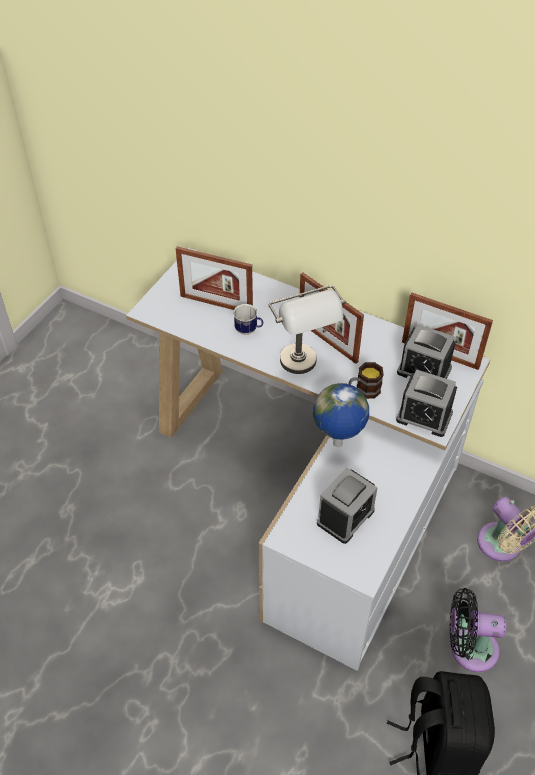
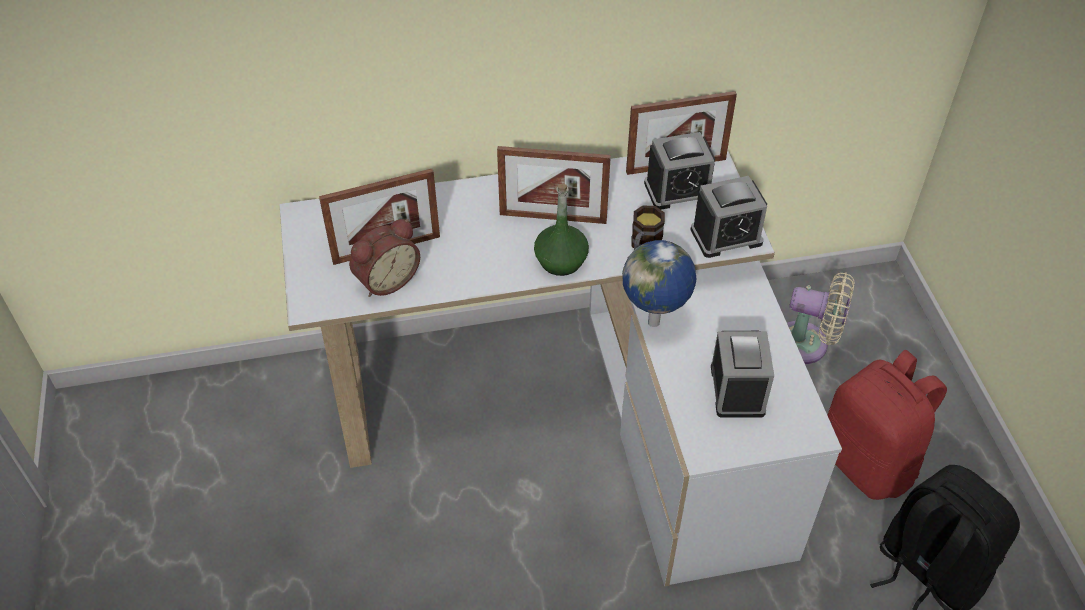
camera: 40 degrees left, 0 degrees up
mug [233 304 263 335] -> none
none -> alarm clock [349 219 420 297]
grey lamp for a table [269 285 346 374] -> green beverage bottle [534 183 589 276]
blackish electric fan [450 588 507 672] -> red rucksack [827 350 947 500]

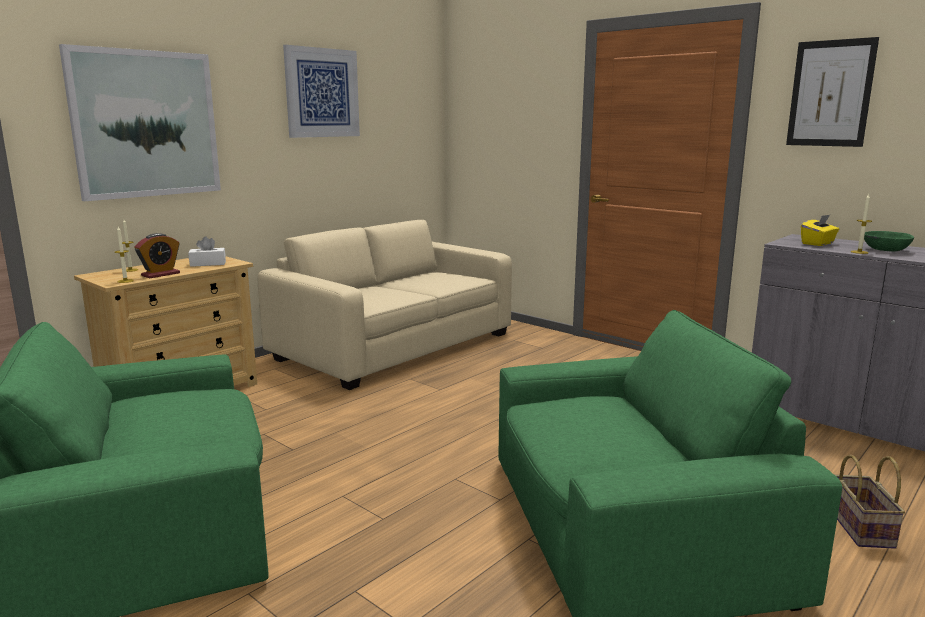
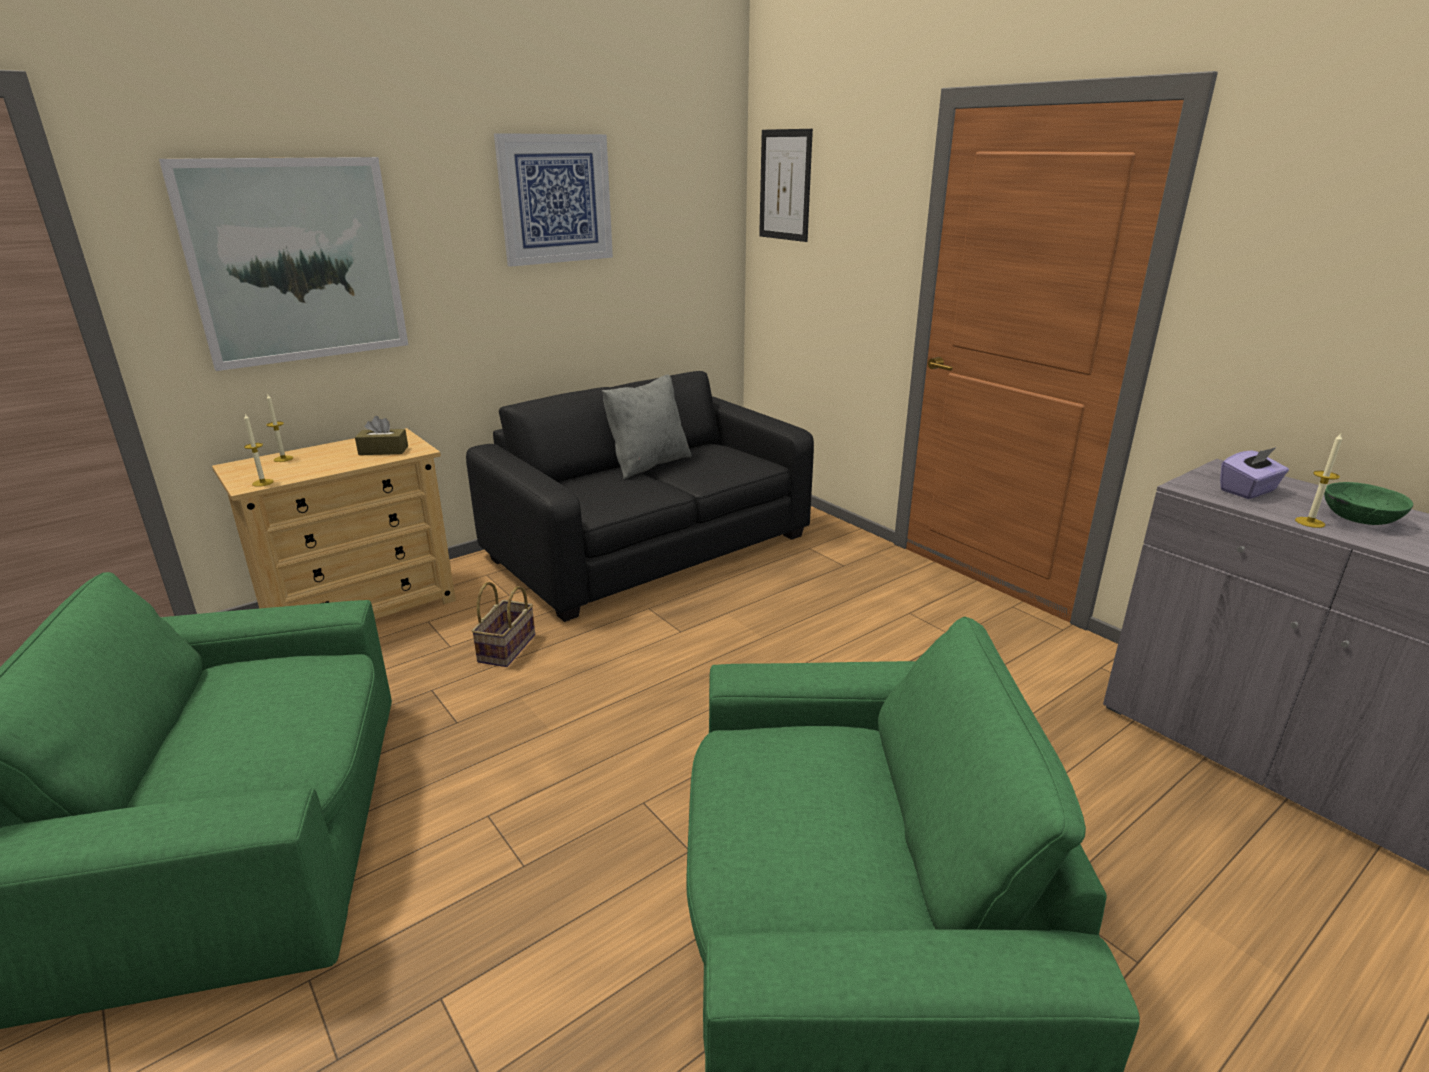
camera: 10 degrees right, 10 degrees up
alarm clock [135 233 180 278] -> none
none -> grey pillow [602 374 691 479]
wall picture [786 37 879 147] -> wall picture [759 129 813 242], relocated
basket [835 455 905 549] -> basket [471 582 535 667], relocated
white-coloured tissue holder [188 236 226 267] -> brown tissue holder [355 416 408 455]
beige-coloured settee [258 220 512 390] -> blackish settee [466 371 814 622]
yellow tissue holder [801 215 839 246] -> purplish tissue holder [1220 447 1289 499]

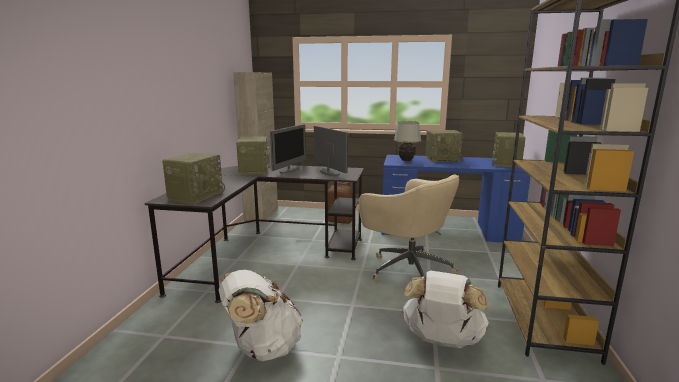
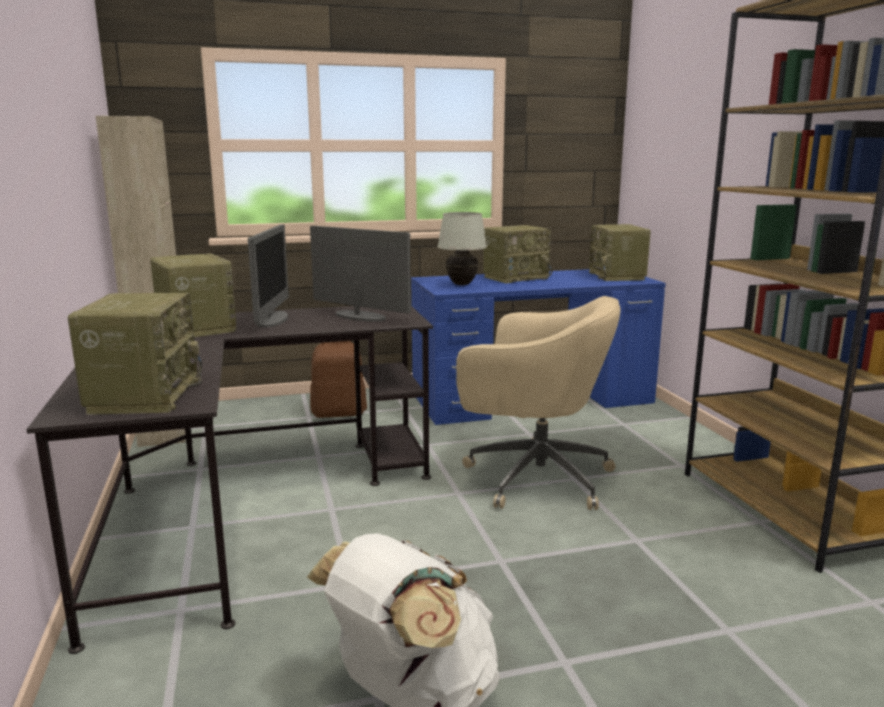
camera: 25 degrees left, 0 degrees up
white-coloured rucksack [402 271 489 348] -> none

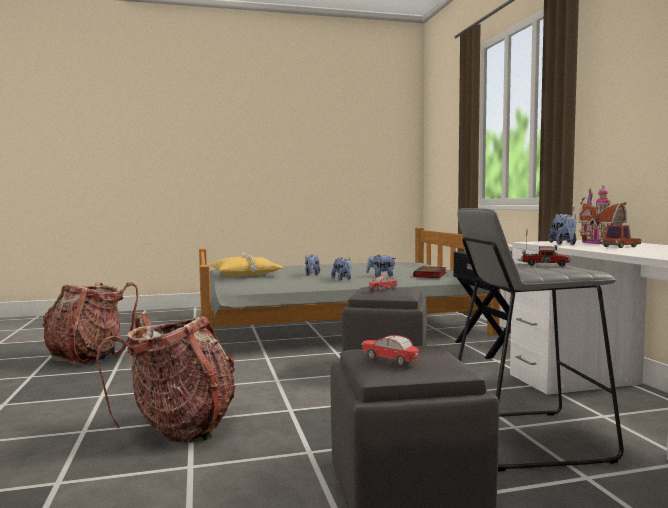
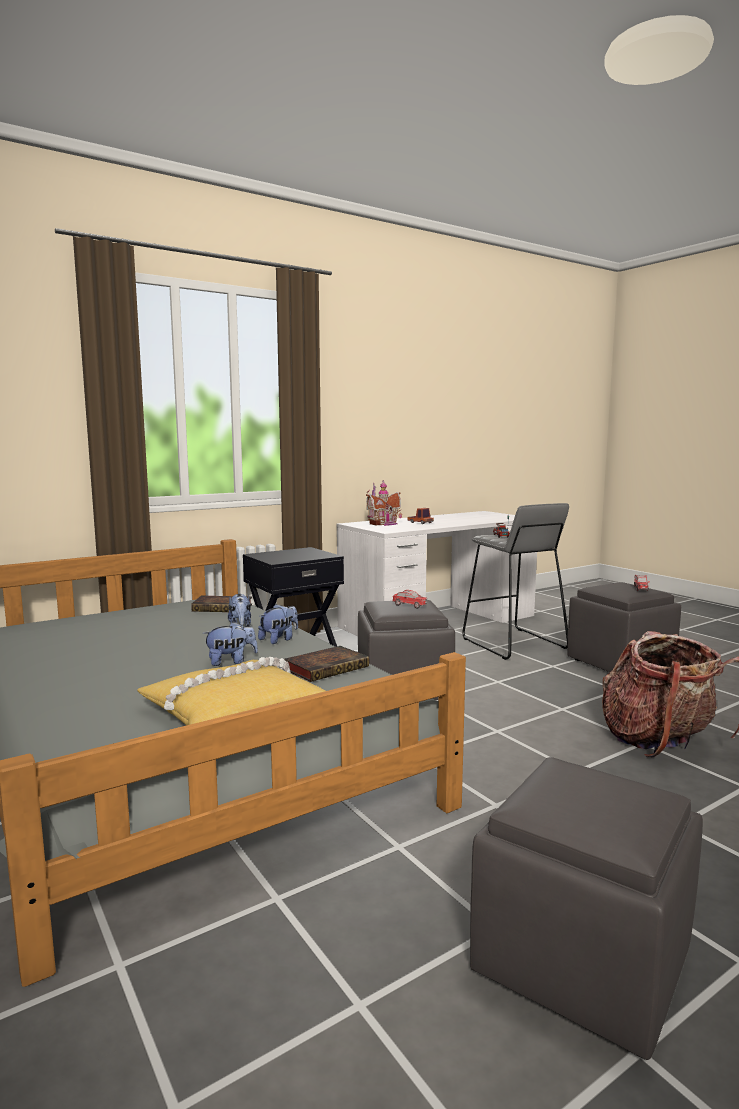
camera: 110 degrees left, 5 degrees up
plush toy [548 213 577 245] -> none
none -> volume [284 646 369 682]
rucksack [42 282 138 365] -> grey pouffe [470 757 703 1060]

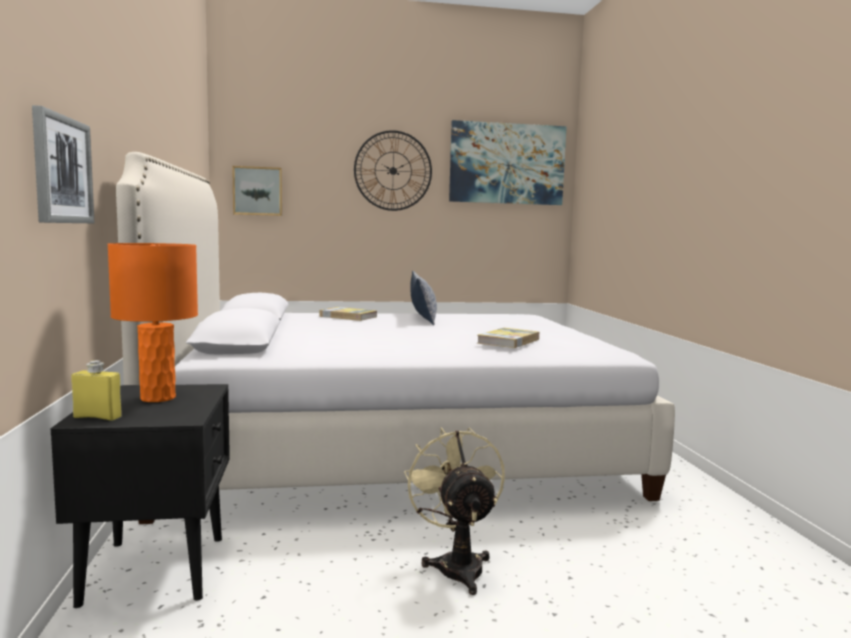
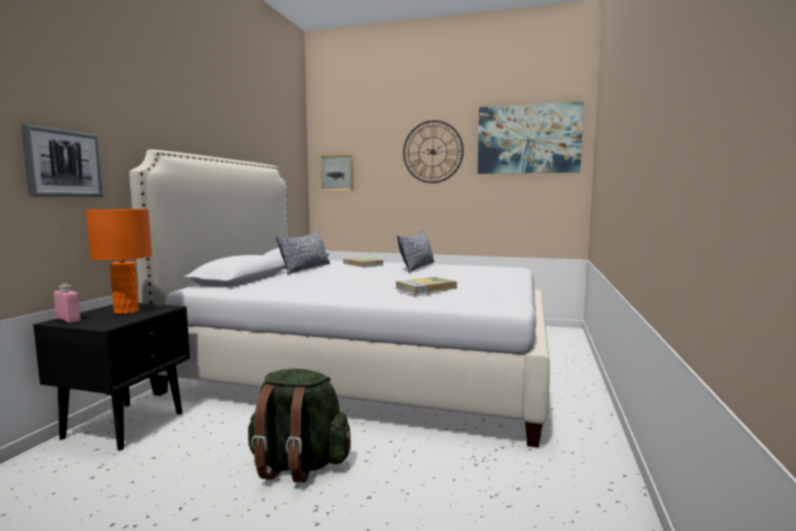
camera: 25 degrees right, 0 degrees up
none -> pillow [276 231 330 275]
beige-coloured electric fan [404 427 505 595] -> green rucksack [248 369 351 483]
yellow beverage bottle [71 360 122 421] -> pinkish beverage bottle [54 284 81 323]

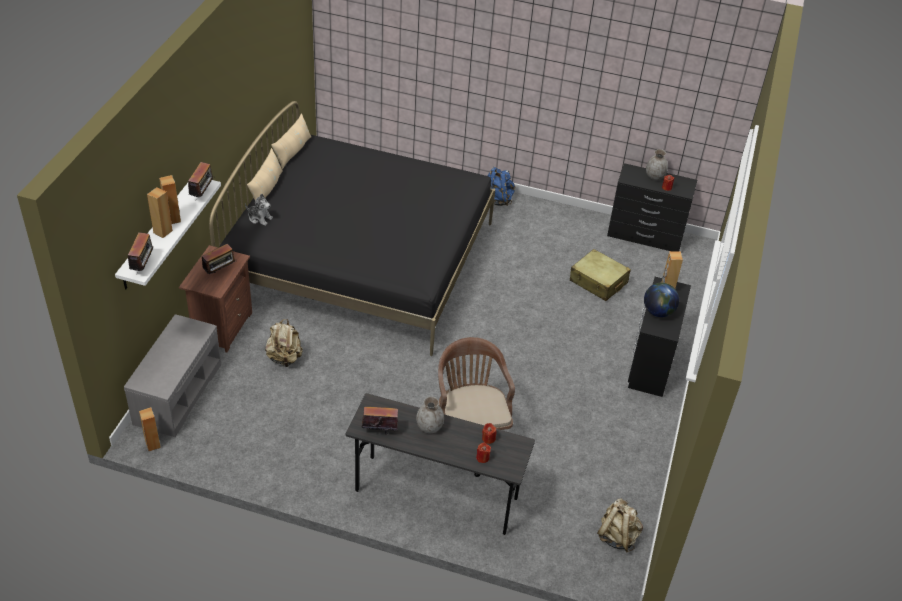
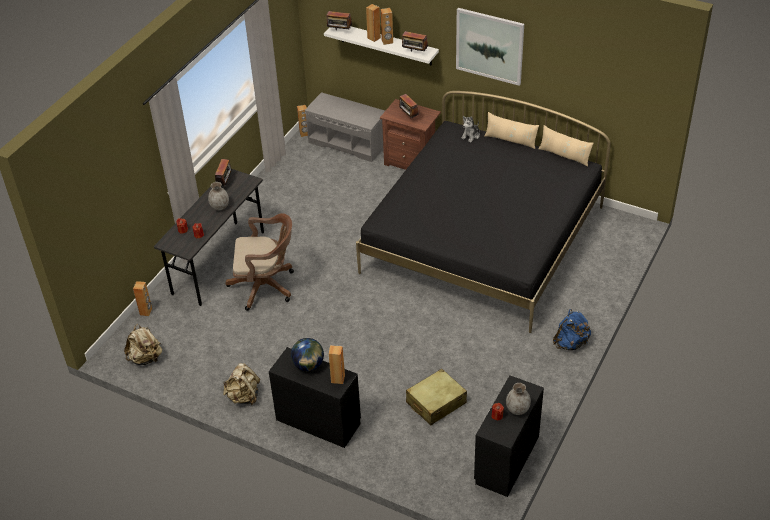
camera: 105 degrees right, 0 degrees up
none -> brown loudspeaker [133 281 152 316]
none -> wall picture [456 8 524 86]
beige-coloured rucksack [265 319 303 368] -> beige-coloured rucksack [223 363 260 405], relocated

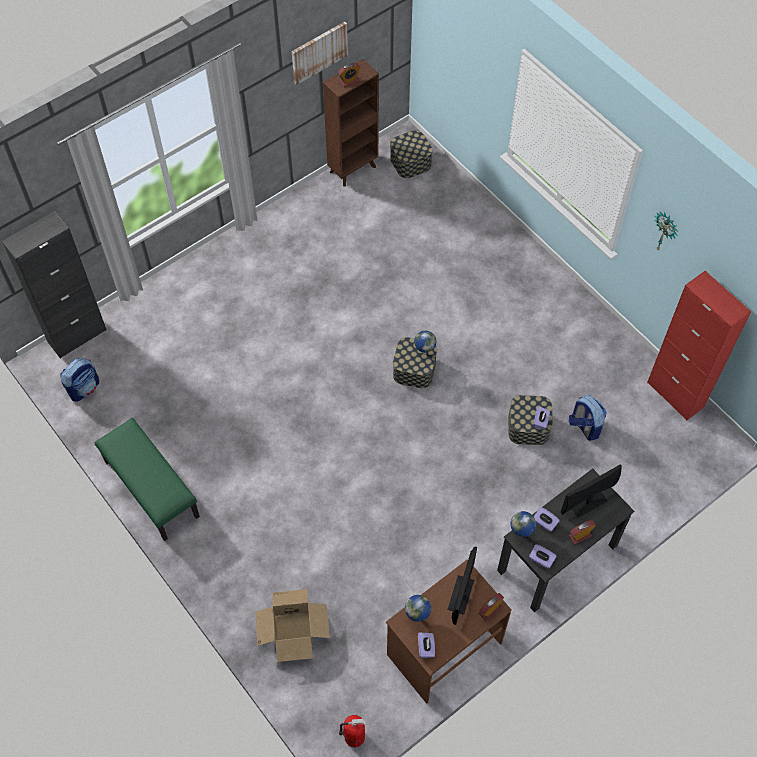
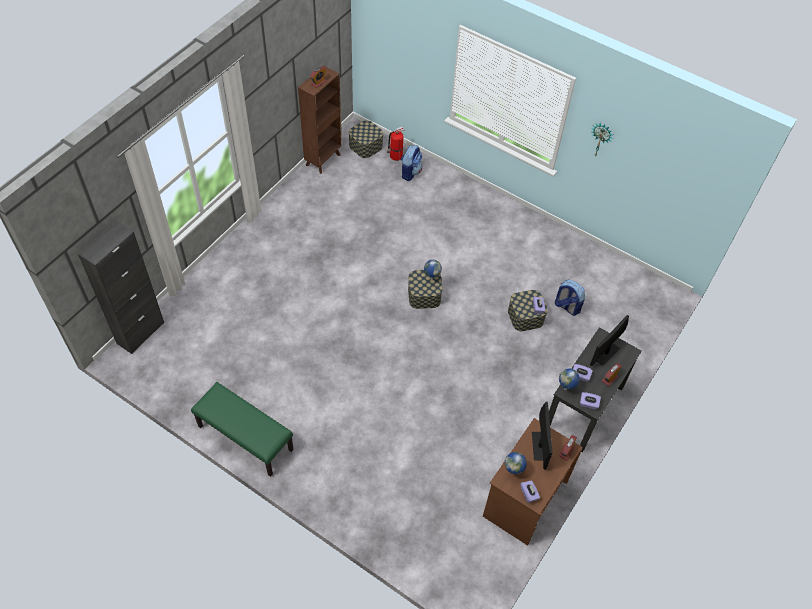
camera: 20 degrees left, 5 degrees down
packing box [255 589 330 662] -> none
wall picture [292 22 348 85] -> none
red cupboard [647 271 751 421] -> none
rucksack [60 358 99 402] -> rucksack [400 145 422 181], relocated
fire-fighting cylinder [339 715 366 747] -> fire-fighting cylinder [387 126 404 161], relocated

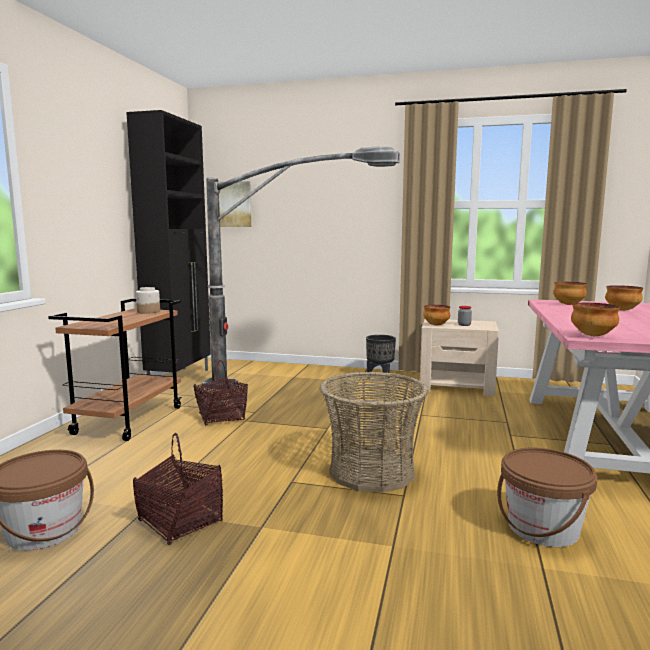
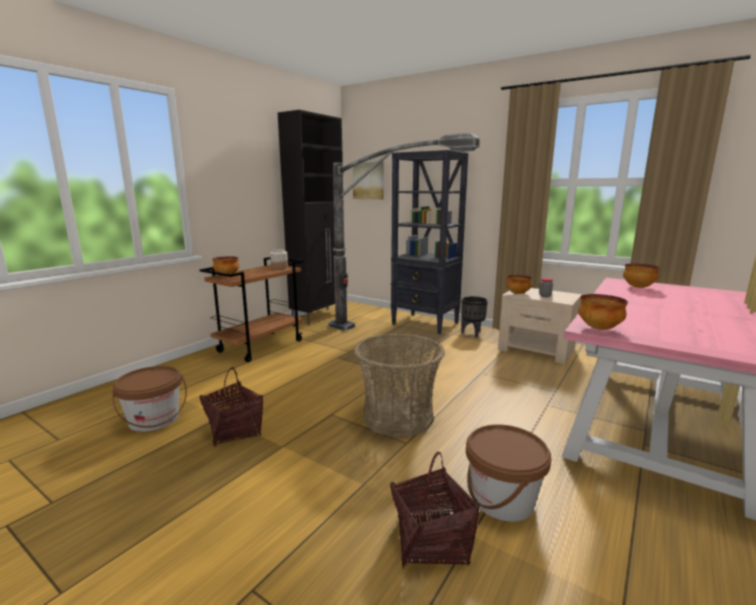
camera: 20 degrees right, 5 degrees up
none -> blackish bookcase [391 150 468 334]
basket [194 360 248 426] -> basket [390 452 480 568], relocated
deep dish [605 285 643 311] -> deep dish [212 256 239 274], relocated

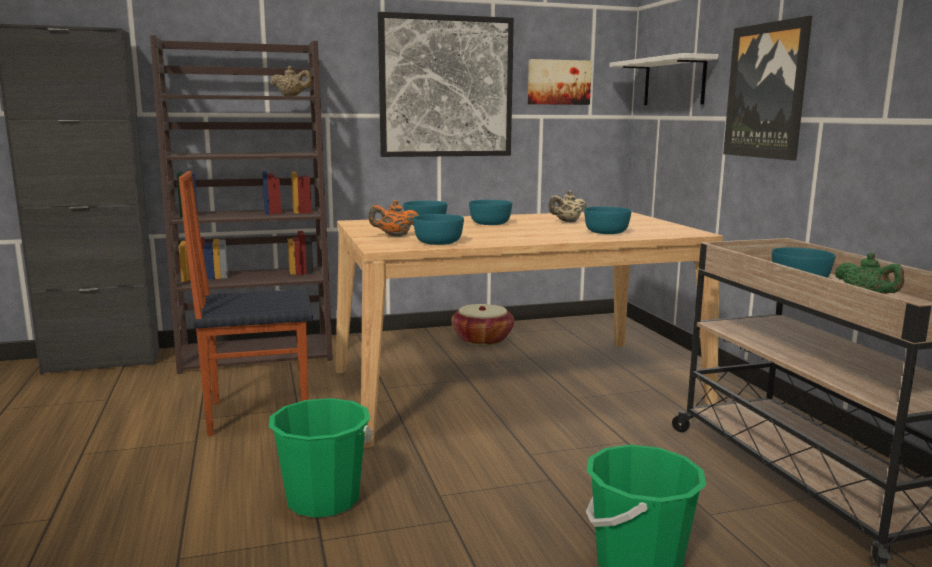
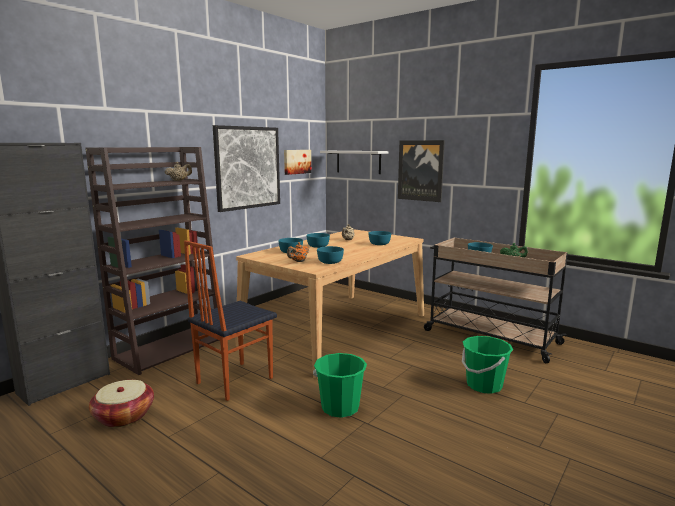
camera: 35 degrees left, 0 degrees up
basket [451 304 514 345] -> basket [89 380 154 428], relocated

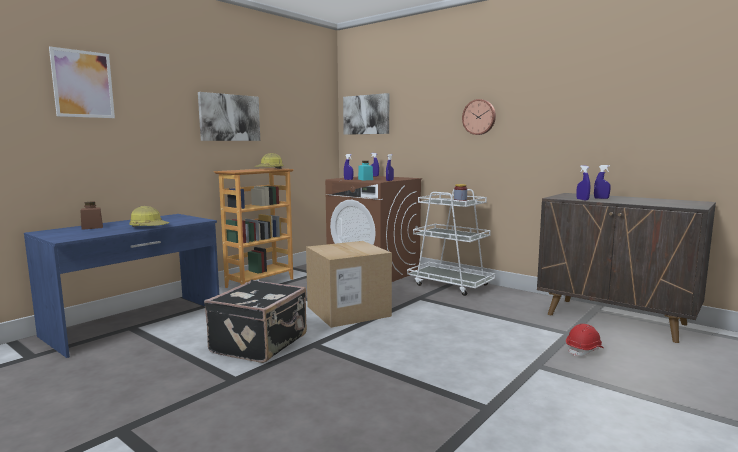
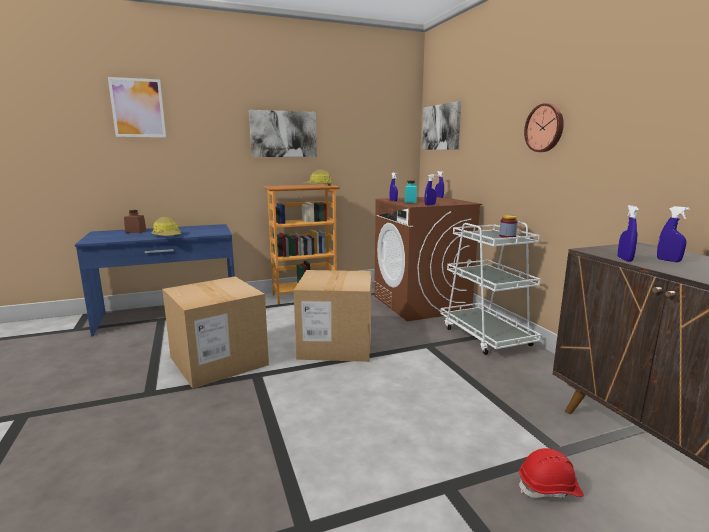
camera: 30 degrees right, 5 degrees up
blackish suitcase [204 280 307 363] -> packing box [162 276 269 389]

